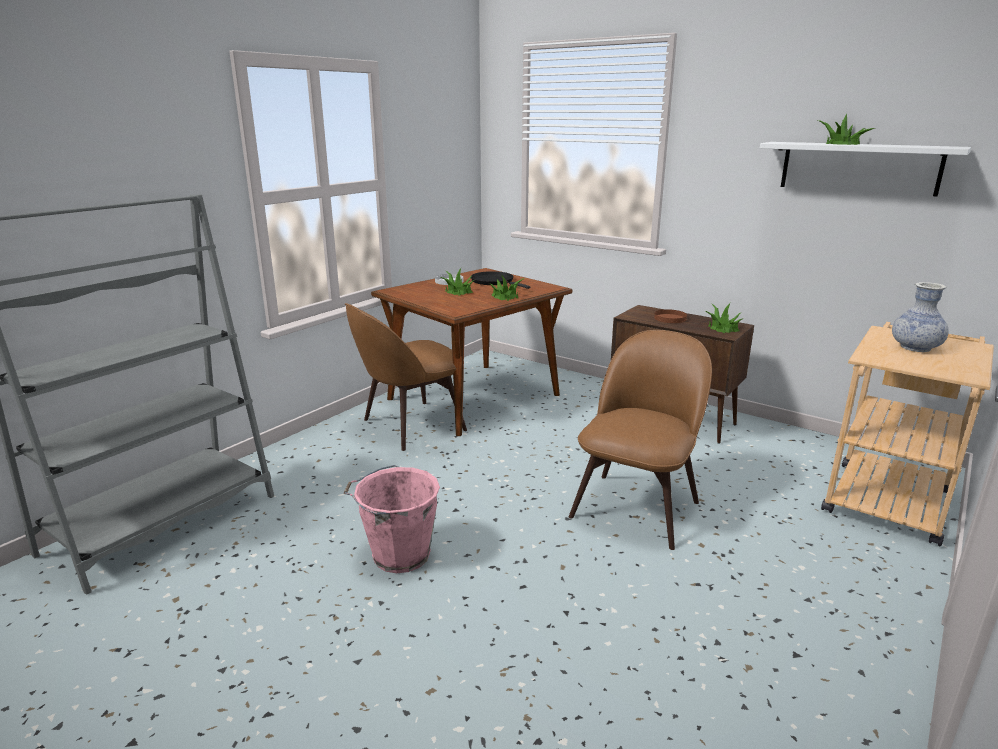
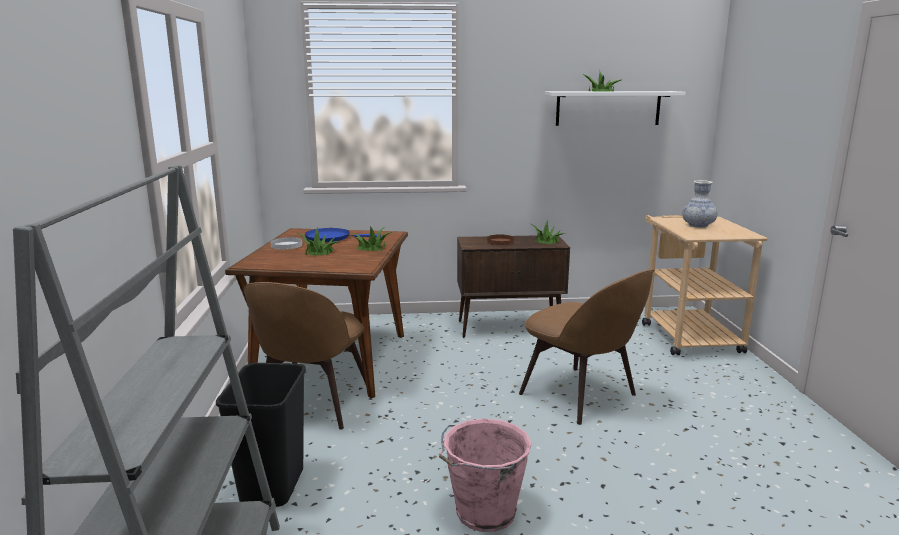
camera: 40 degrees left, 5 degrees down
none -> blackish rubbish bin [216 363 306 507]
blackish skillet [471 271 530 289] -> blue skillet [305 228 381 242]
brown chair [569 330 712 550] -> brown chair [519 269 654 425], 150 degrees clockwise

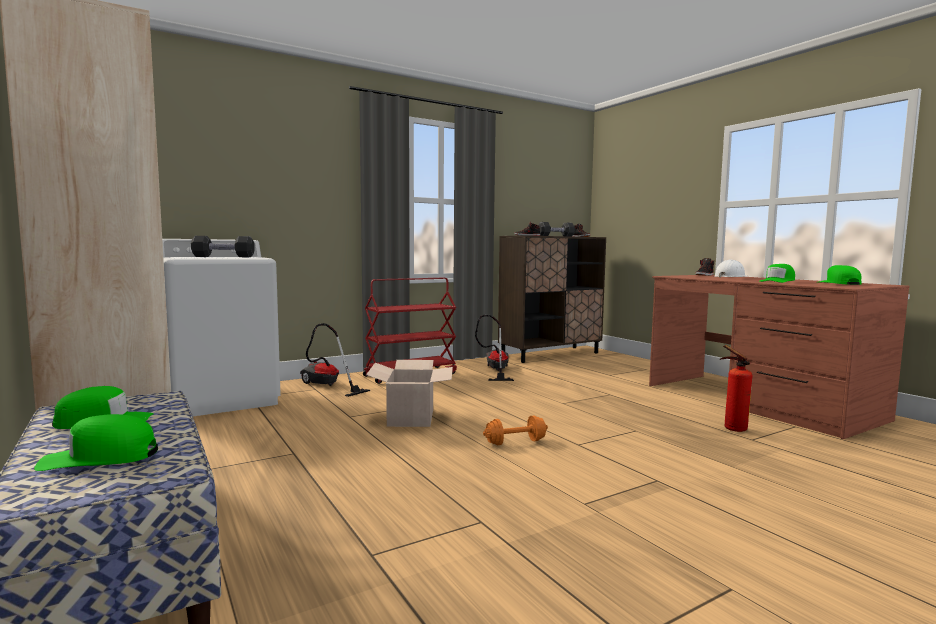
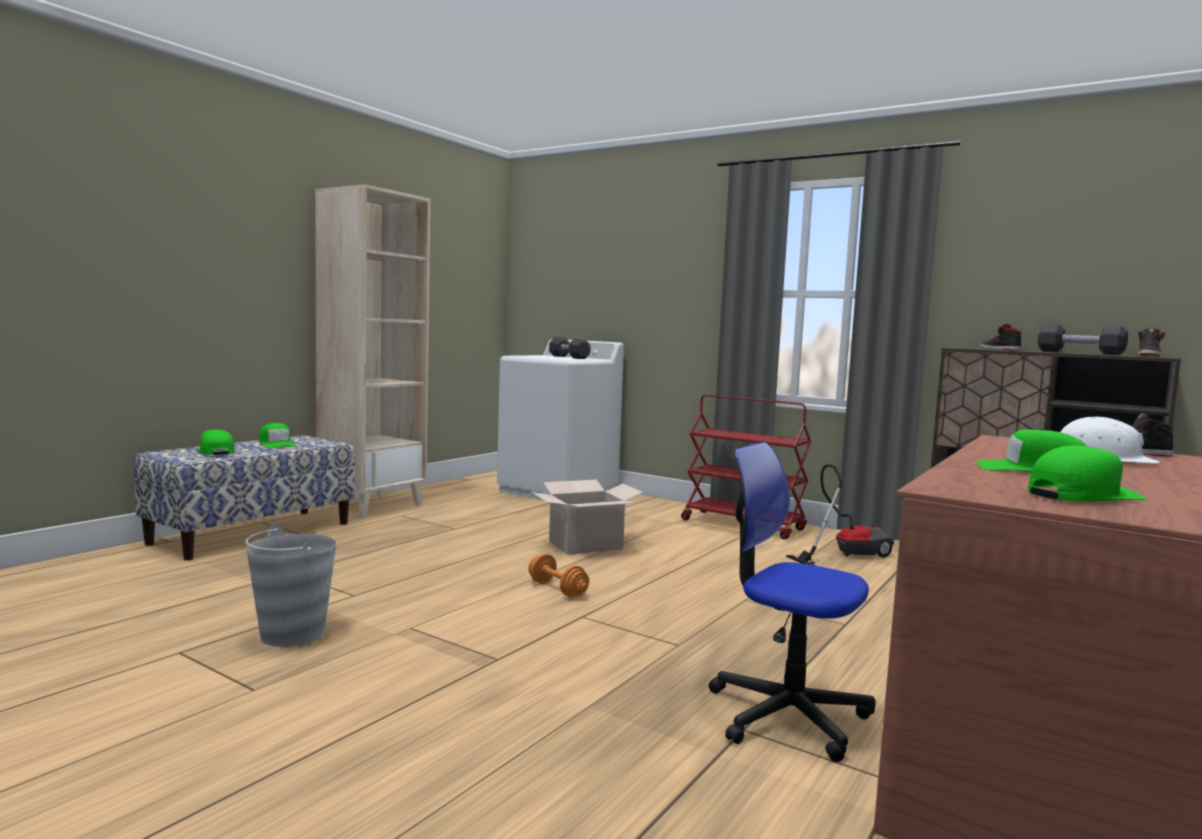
camera: 65 degrees right, 0 degrees up
vacuum [300 323 370 397] -> none
none -> grey water bucket [245 523 336 647]
fire-fighting cylinder [720 345 752 432] -> computer chair [709 442 876 762]

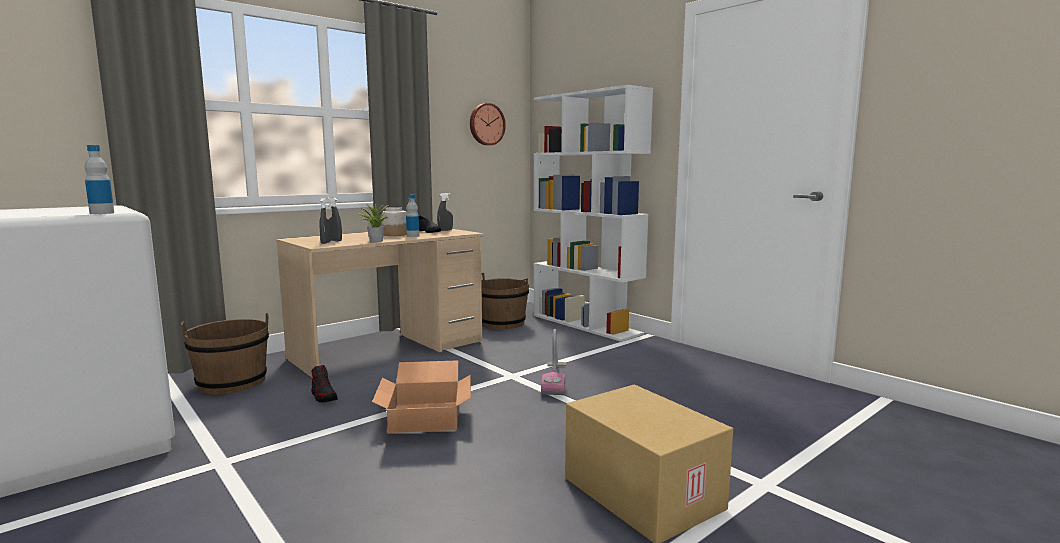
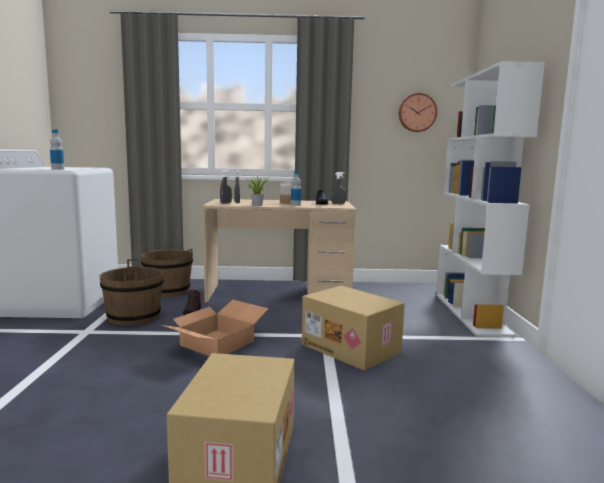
camera: 40 degrees right, 0 degrees up
brown water bucket [481 273 529 329] -> brown water bucket [100 259 164 326], relocated
vacuum [541 329 566 395] -> packing box [302 286 405 371]

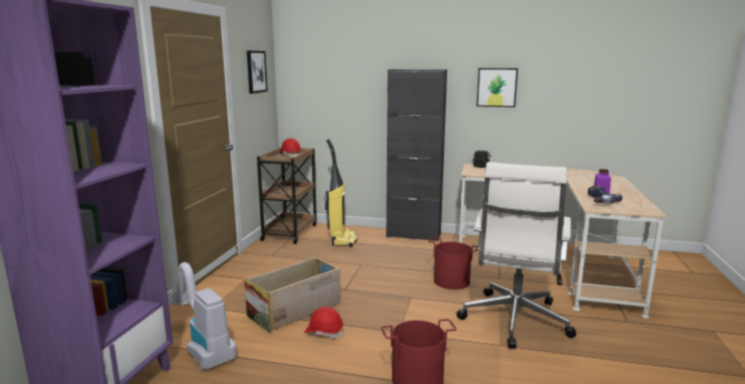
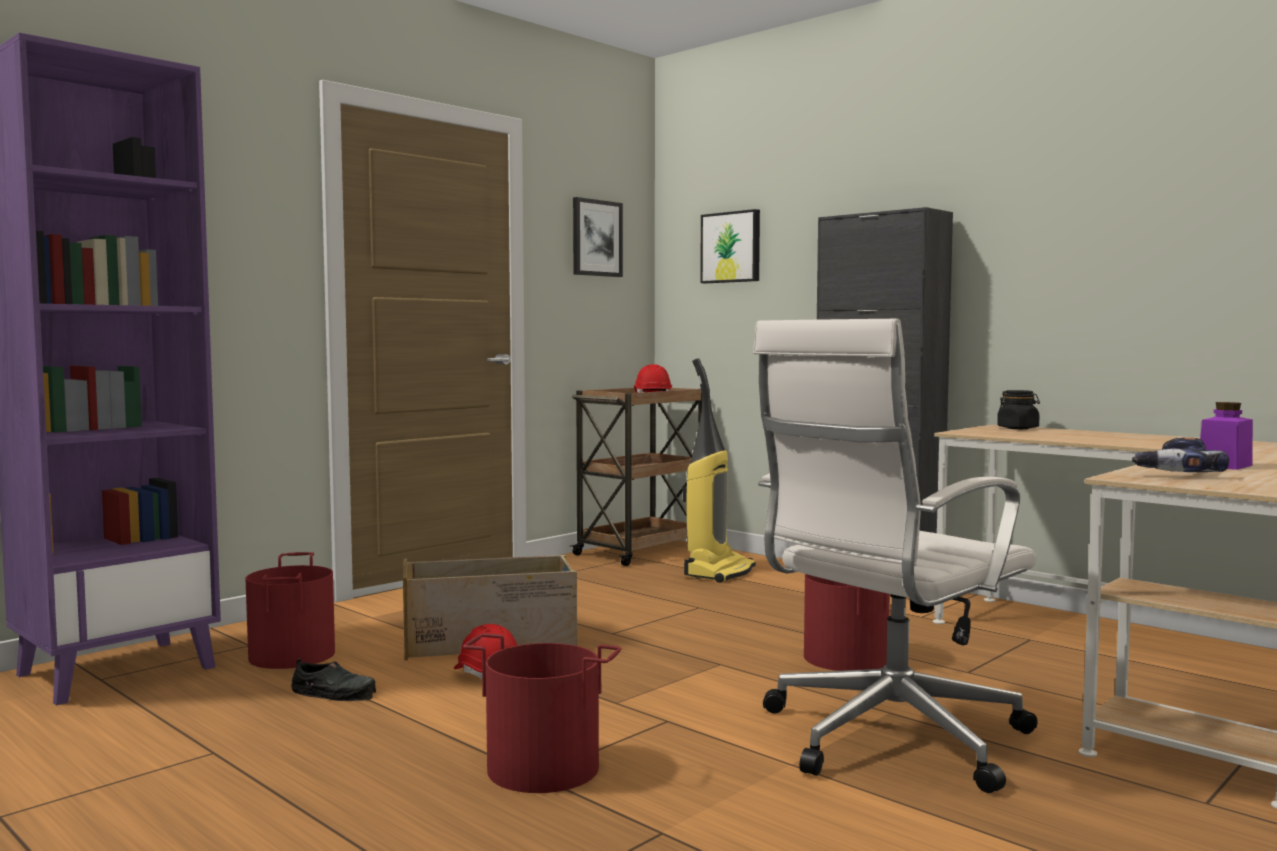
camera: 30 degrees right, 10 degrees down
none -> blackish item of footwear [291 658 376 701]
wall picture [477 68 518 107] -> wall picture [700 209 760 283], relocated
vacuum [169 262 237 371] -> red water bucket [245 552 335 669]

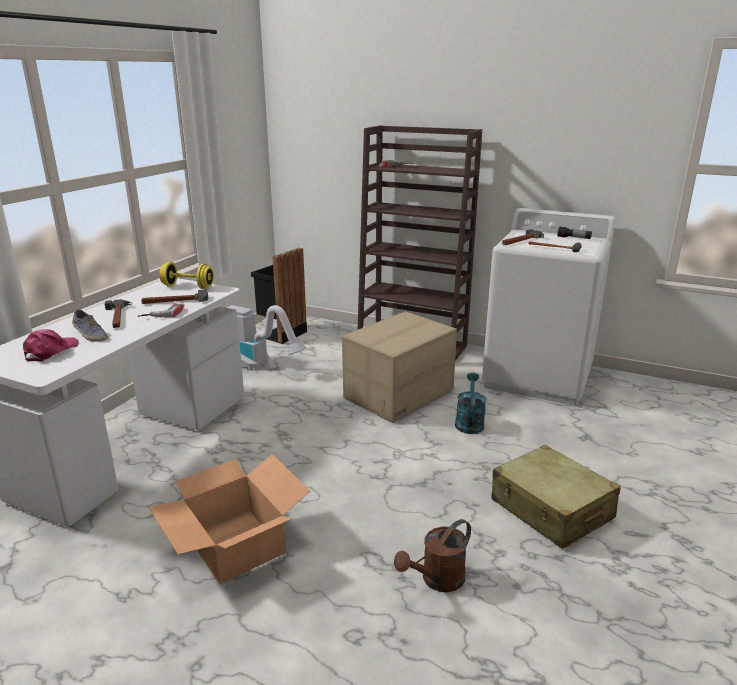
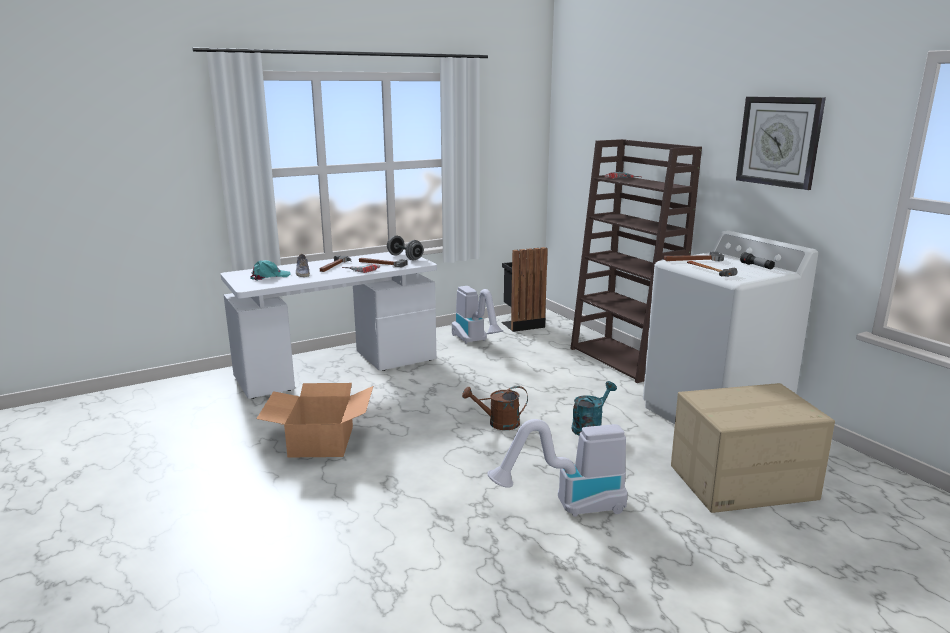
camera: 35 degrees right, 5 degrees down
none -> clock on the wall [736 97 826 190]
packing box [342 311 457 423] -> packing box [671 383 835 513], relocated
brown watering pot [394 519 471 592] -> brown watering pot [462 386 528 430], relocated
beige-coloured suitcase [492 445 621 549] -> vacuum [488 419 628 517]
pinkish peaked cap [23 329 79 362] -> turquoise-coloured peaked cap [250 260 291 281]
yellow free weight [159 262 214 289] -> grey free weight [387 236 424 260]

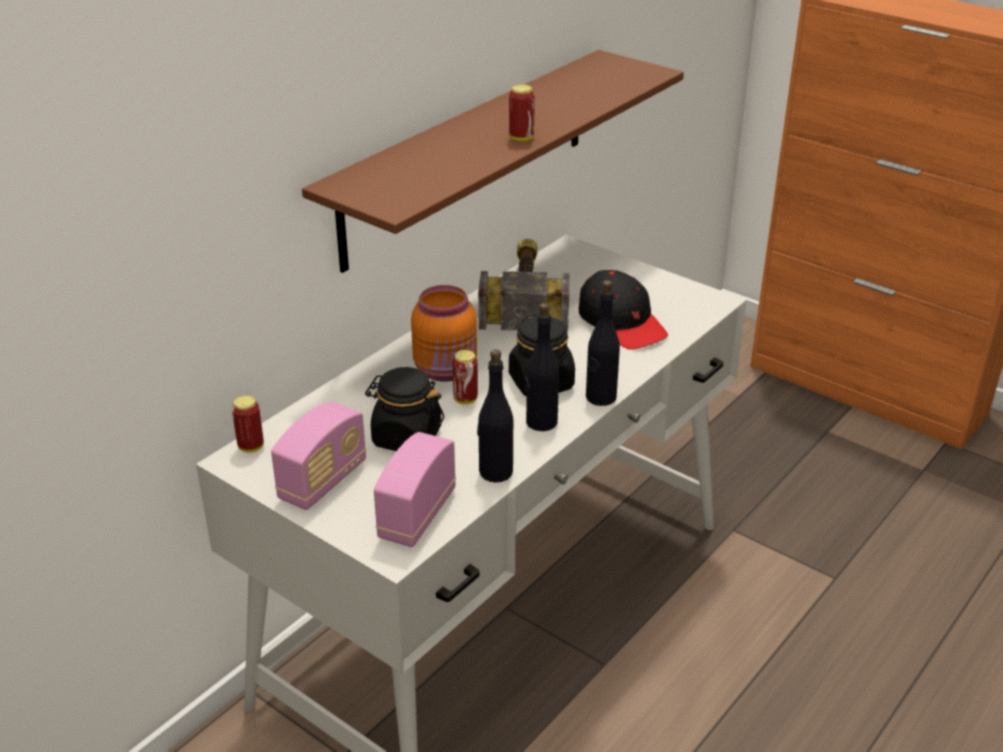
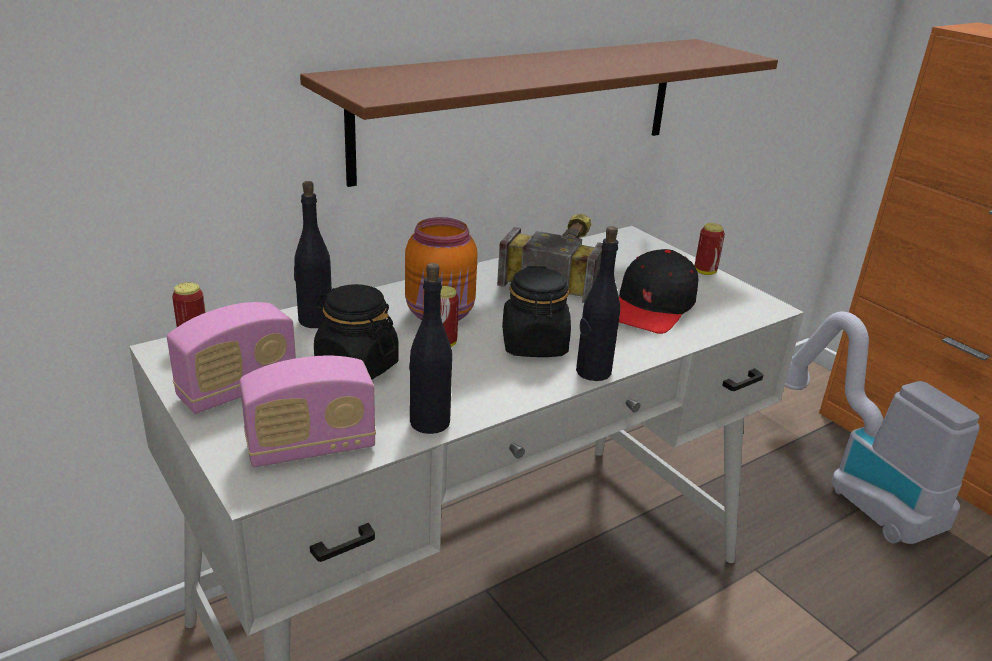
camera: 15 degrees right, 5 degrees down
none -> vacuum [785 312 980 544]
can [509 84 535 141] -> can [695 223 725 275], relocated
blackish beverage bottle [525 303 559 431] -> blackish beverage bottle [294 181 332 328], relocated
radio [374 432 456 547] -> radio [240 355 376 467], 150 degrees counterclockwise
blackish peaked cap [579 270 668 350] -> blackish peaked cap [619 249 698 334], 45 degrees clockwise

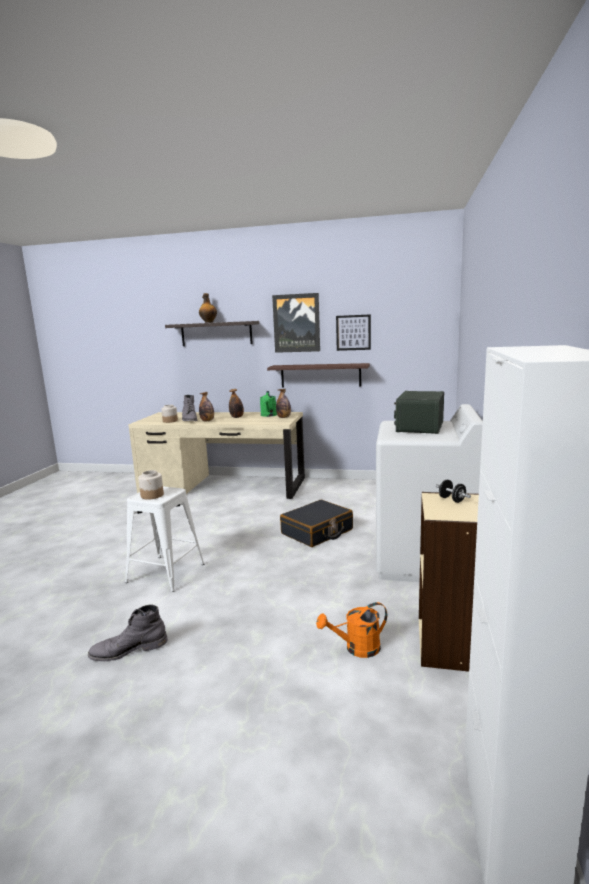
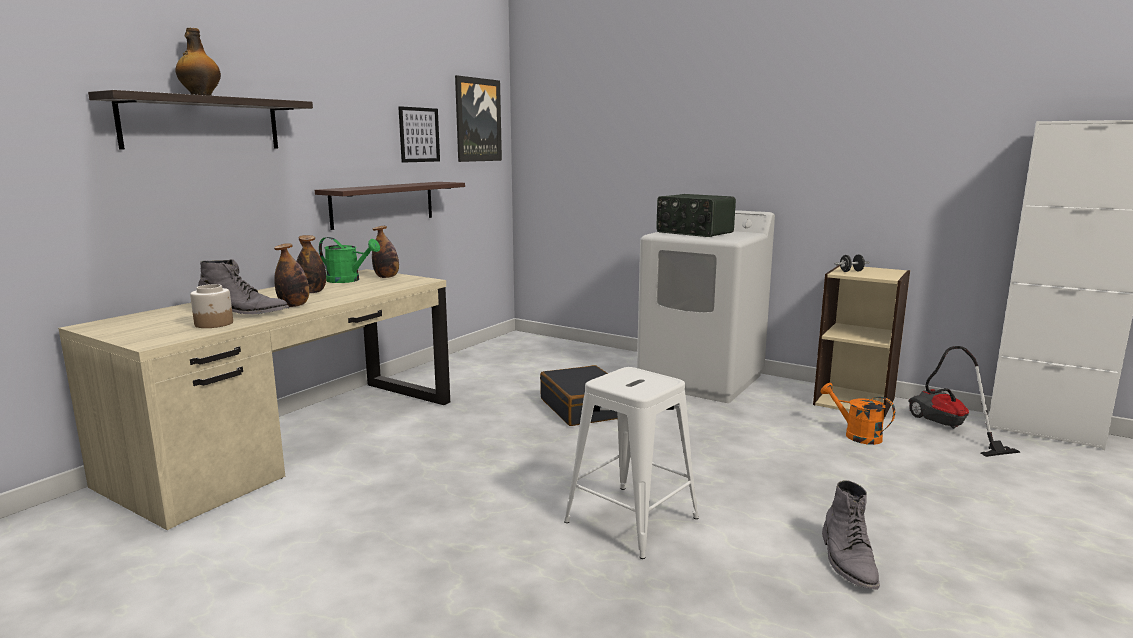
camera: 70 degrees left, 0 degrees up
storage jar [138 470 164 499] -> none
none -> vacuum [908 346 1020 457]
wall picture [272 293 320 353] -> wall picture [455 75 502 162], relocated
orange watering pot [316 602 387 658] -> orange watering pot [821 383 895 445], 135 degrees clockwise

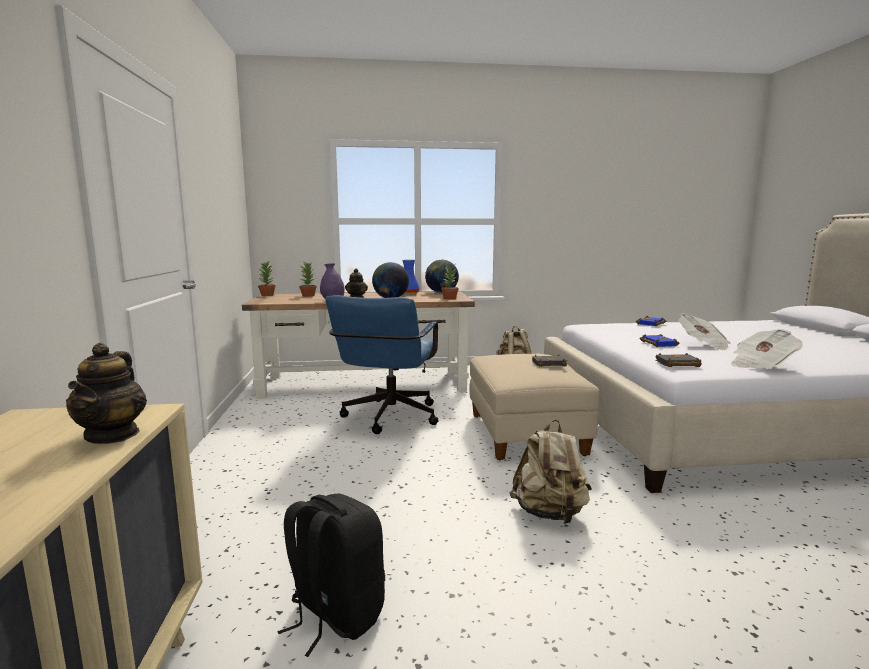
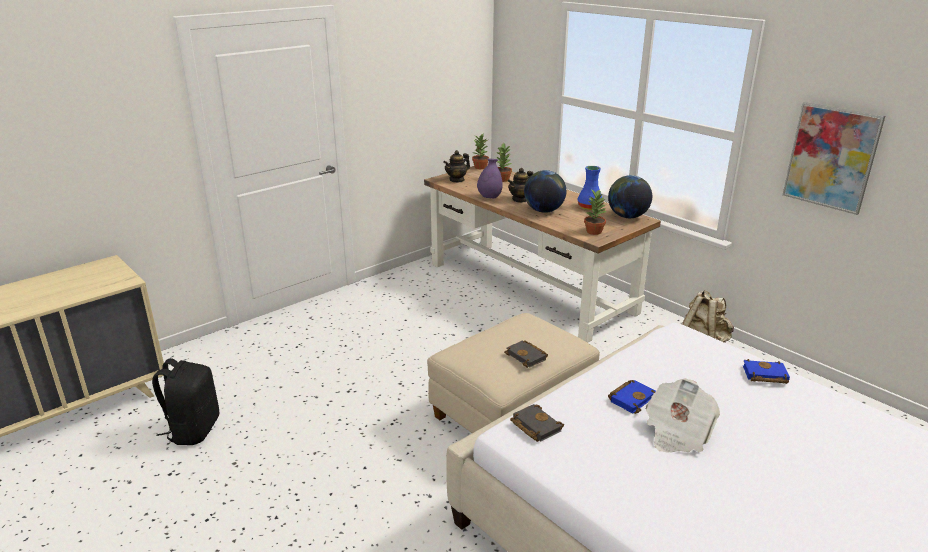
camera: 55 degrees right, 15 degrees up
blue computer chair [325 295 438 434] -> none
beige-coloured rucksack [510 420 592 524] -> none
newspaper [731 329 802 369] -> none
none -> wall picture [783 102 885 215]
teapot [66 343 147 444] -> teapot [443 150 470 183], relocated

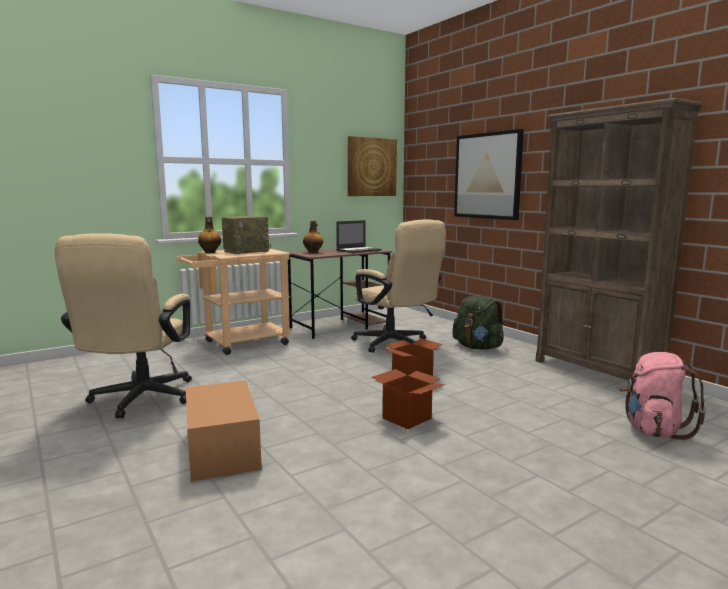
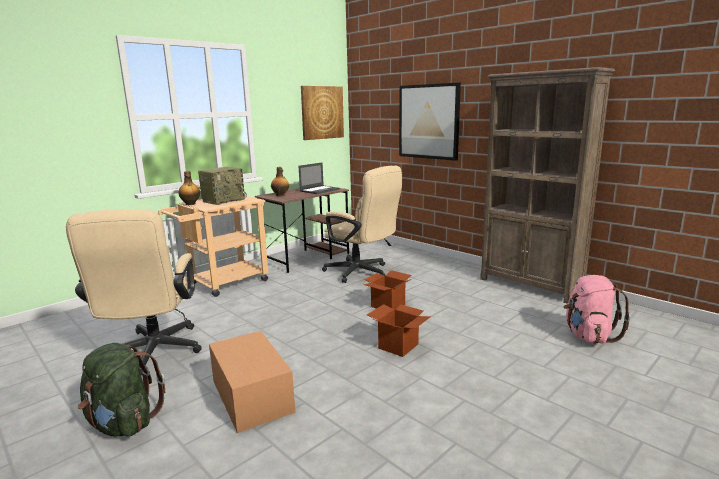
camera: 10 degrees left, 5 degrees up
green rucksack [452 296 504 350] -> green rucksack [78 343 165 437], relocated

